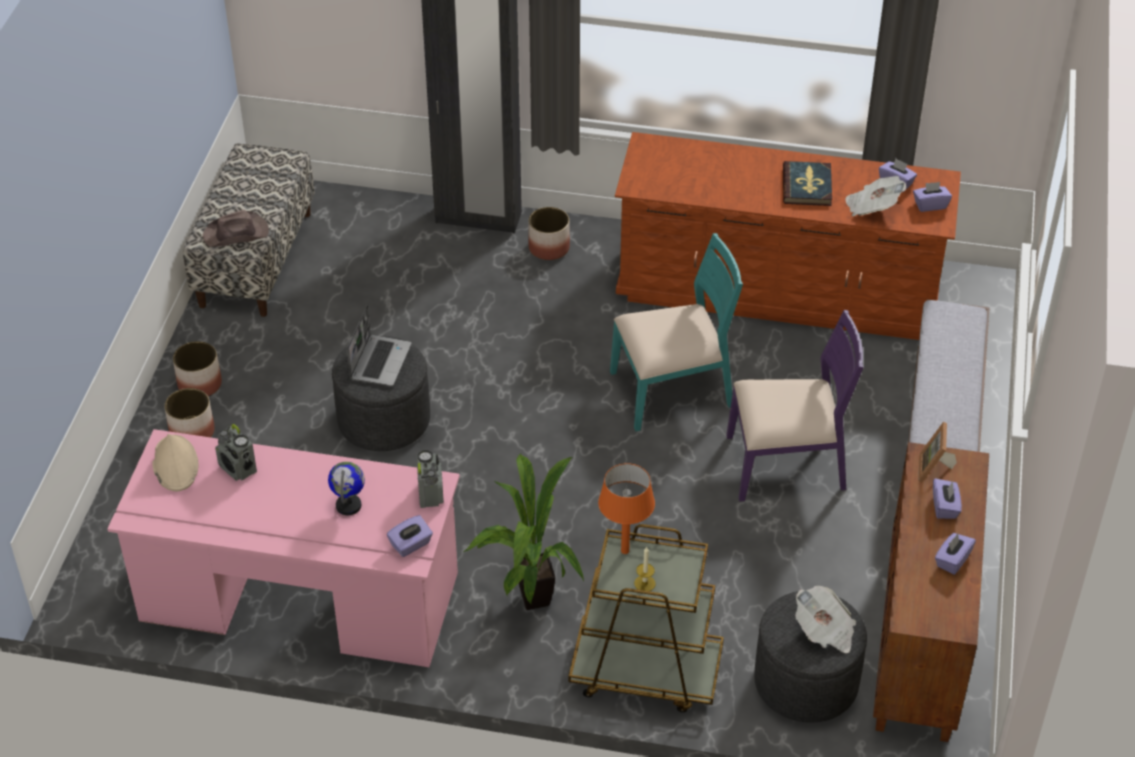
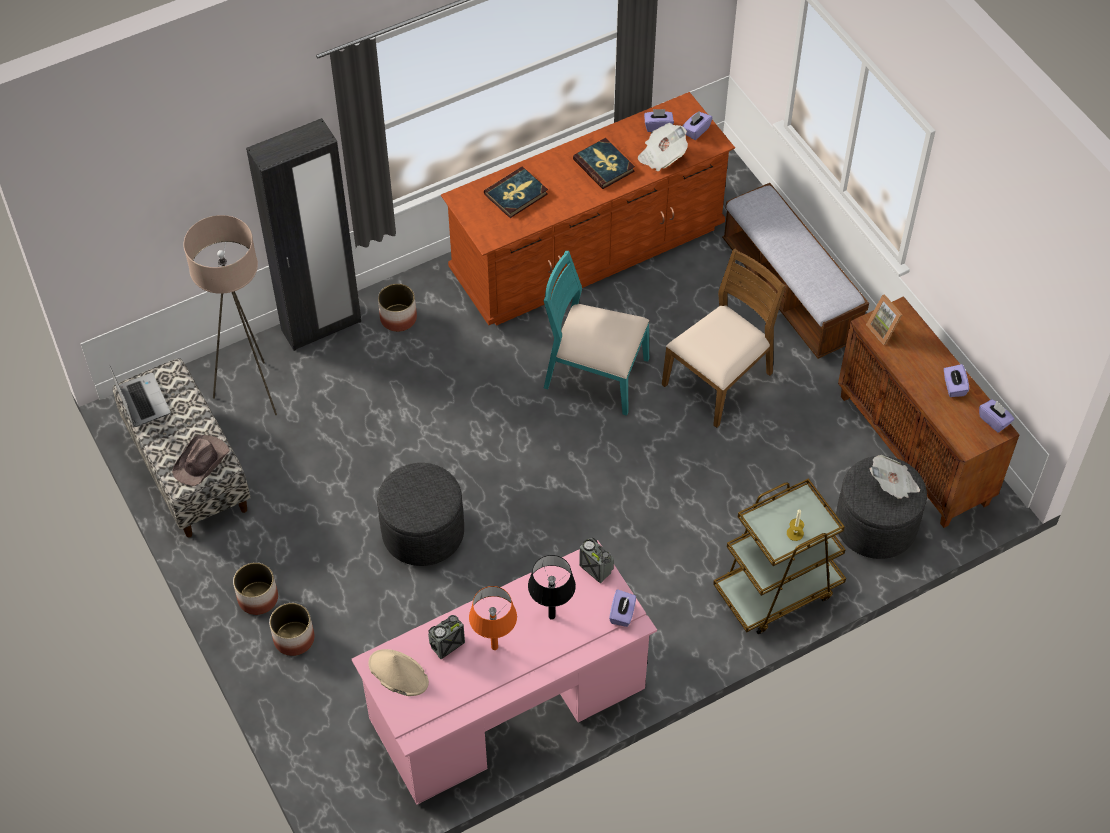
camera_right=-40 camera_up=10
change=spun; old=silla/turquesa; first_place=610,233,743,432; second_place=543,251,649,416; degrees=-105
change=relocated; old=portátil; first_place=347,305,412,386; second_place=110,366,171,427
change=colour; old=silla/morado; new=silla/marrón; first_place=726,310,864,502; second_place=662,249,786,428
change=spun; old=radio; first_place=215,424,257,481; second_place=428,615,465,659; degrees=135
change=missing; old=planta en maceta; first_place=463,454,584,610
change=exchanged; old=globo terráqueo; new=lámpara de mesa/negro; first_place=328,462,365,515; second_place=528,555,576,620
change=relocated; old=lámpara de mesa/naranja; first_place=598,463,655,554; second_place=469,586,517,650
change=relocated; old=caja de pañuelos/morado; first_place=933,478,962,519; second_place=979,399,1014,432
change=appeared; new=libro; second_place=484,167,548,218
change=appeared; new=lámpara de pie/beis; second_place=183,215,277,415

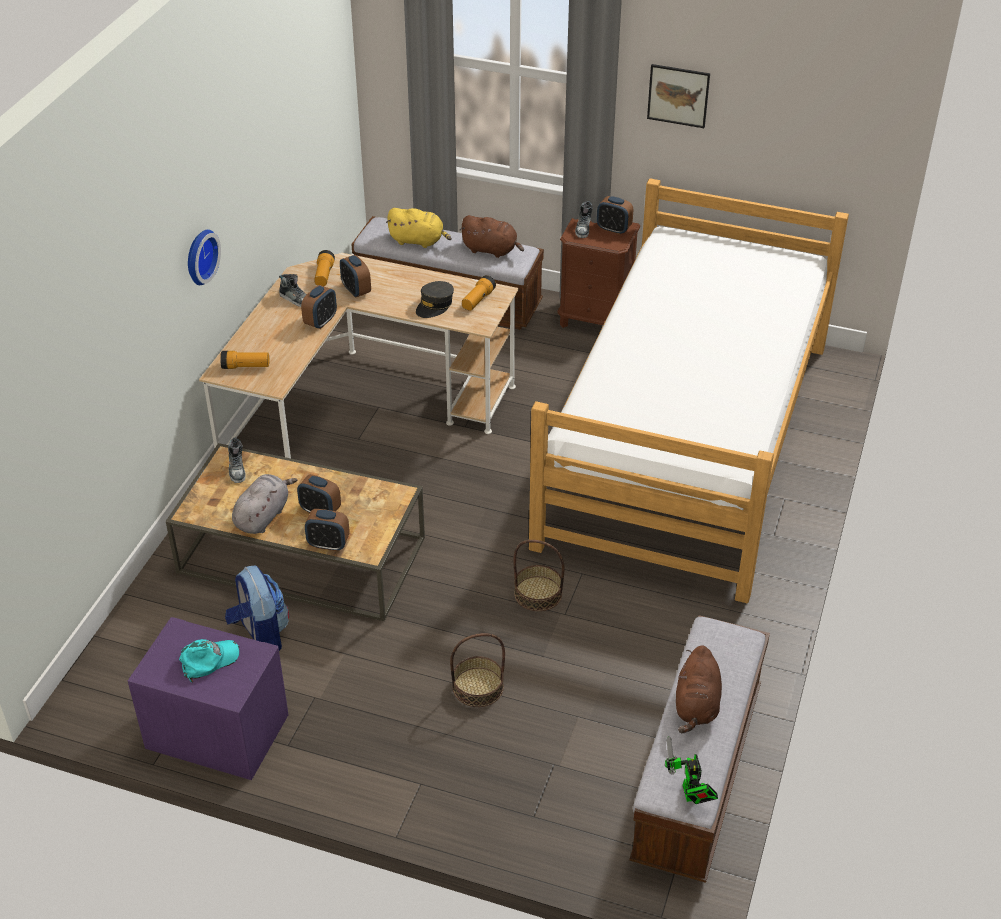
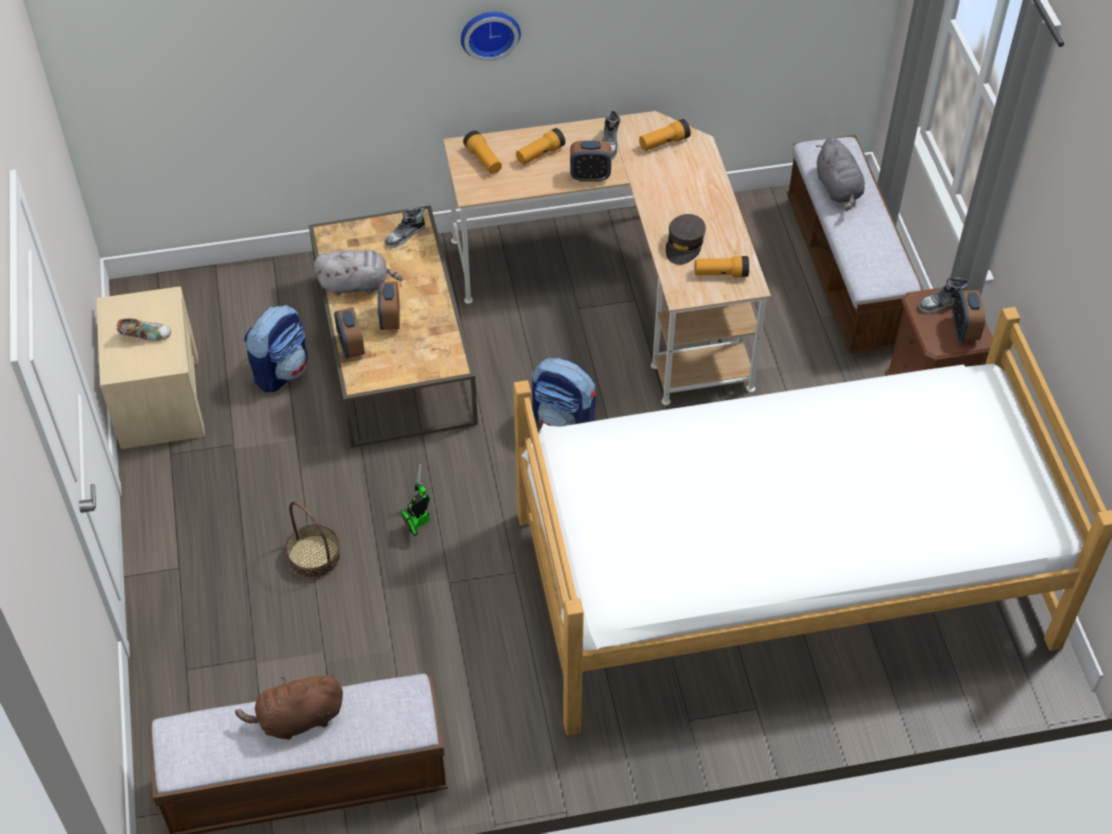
camera_right=60 camera_up=10
change=missing; old=cuadro; first_place=647,64,710,128
change=colour; old=peluche/amarillo; new=peluche/gris; first_place=386,208,452,248; second_place=816,137,865,211
change=missing; old=peluche/marrón; first_place=460,215,524,258
change=missing; old=despertador; first_place=340,255,371,298
change=spun; old=gorra/gris; first_place=416,281,454,318; second_place=666,214,706,265; degrees=-75
change=missing; old=cesta; first_place=513,540,565,611
change=colour; old=mesita de noche/morado; new=mesita de noche/beis; first_place=128,617,289,780; second_place=96,287,205,449
change=exchanged; old=gorra/turquesa; new=zapato; first_place=179,639,240,682; second_place=117,318,171,341
change=relocated; old=robot de juguete; first_place=665,736,718,804; second_place=400,464,430,536
change=appeared; new=linterna; second_place=516,128,565,165
change=appeared; new=mochila; second_place=532,358,597,427

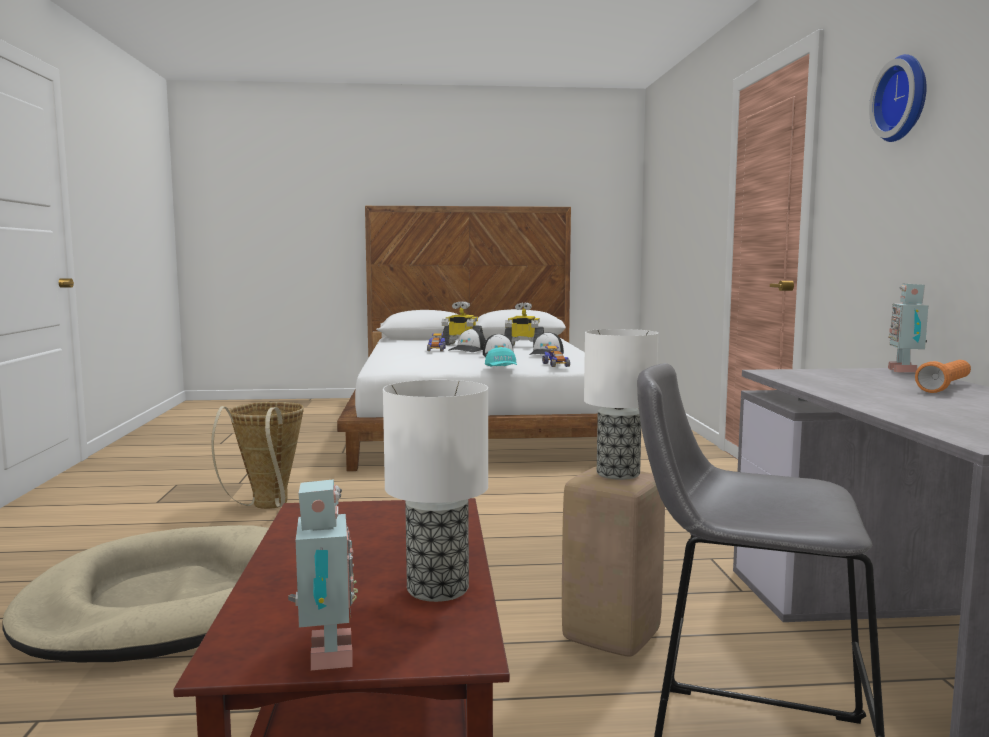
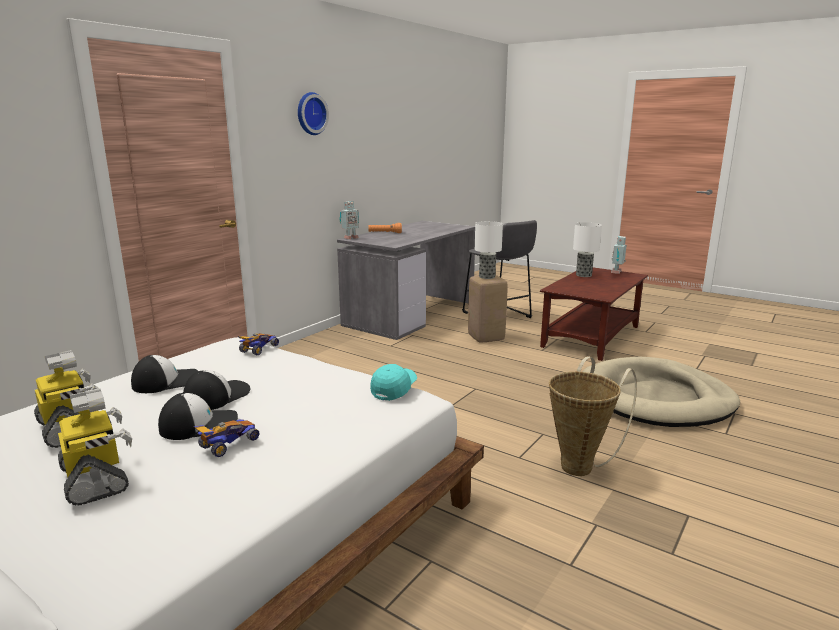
camera_right=-140 camera_up=10
change=relocated; old=gorra/turquesa; first_place=485,347,517,367; second_place=370,364,417,401

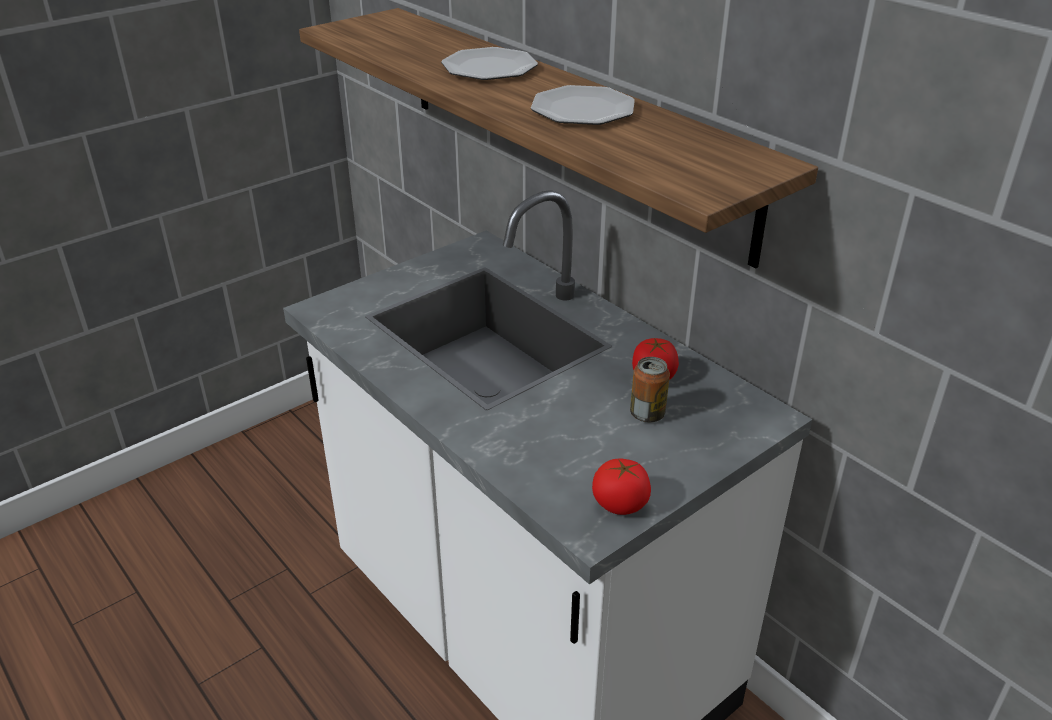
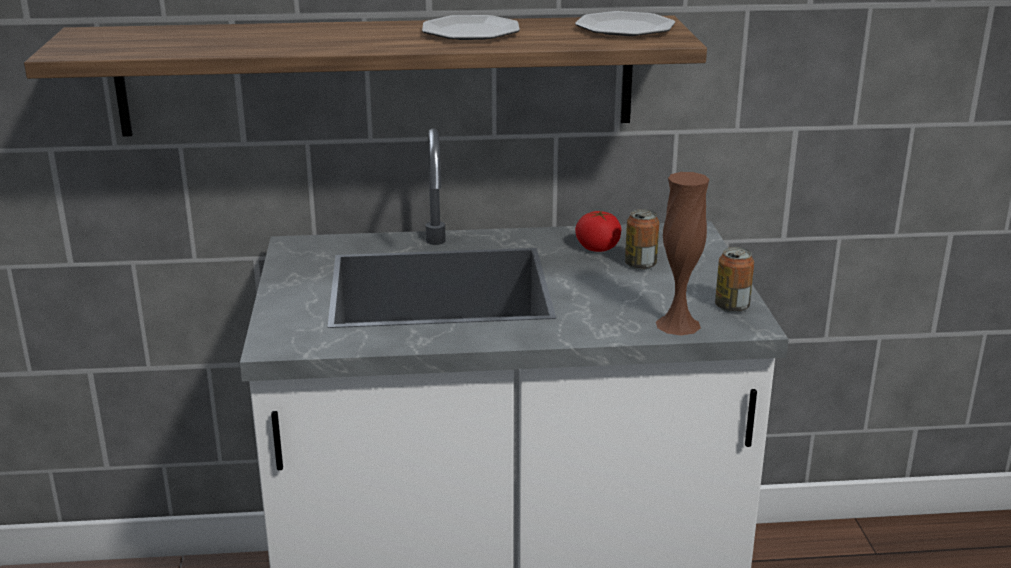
camera_right=-55 camera_up=-10
change=relocated; old=plato; first_place=441,47,538,80; second_place=575,11,675,36
change=exchanged; old=tomate; new=lata; first_place=592,459,651,515; second_place=715,247,754,313
change=appeared; new=florero/marrón; second_place=656,172,709,336

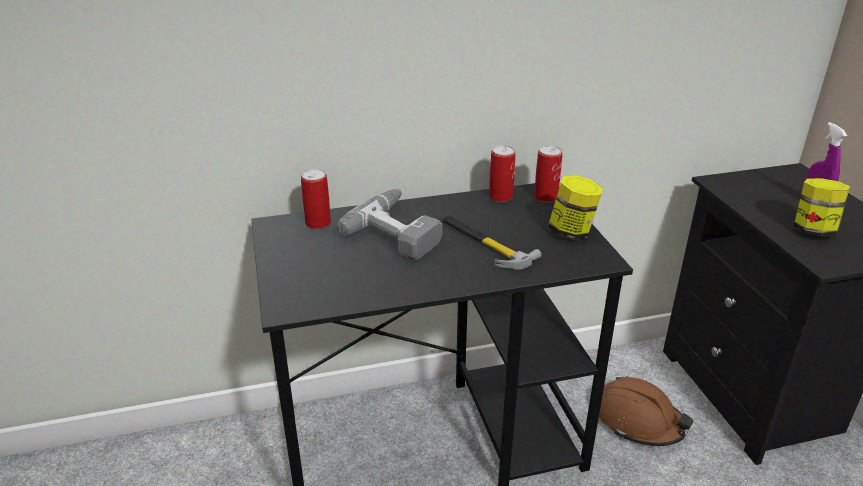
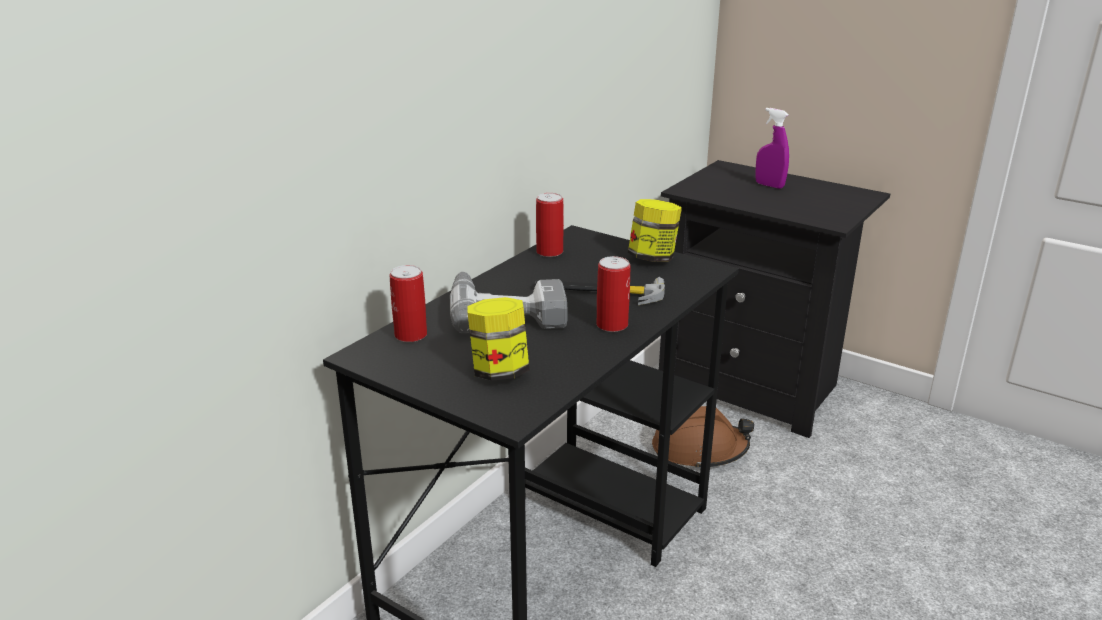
camera_right=-40 camera_up=-5
change=relocated; old=lata; first_place=534,146,562,202; second_place=596,256,630,332
change=relocated; old=tarro; first_place=793,178,850,236; second_place=468,297,530,381

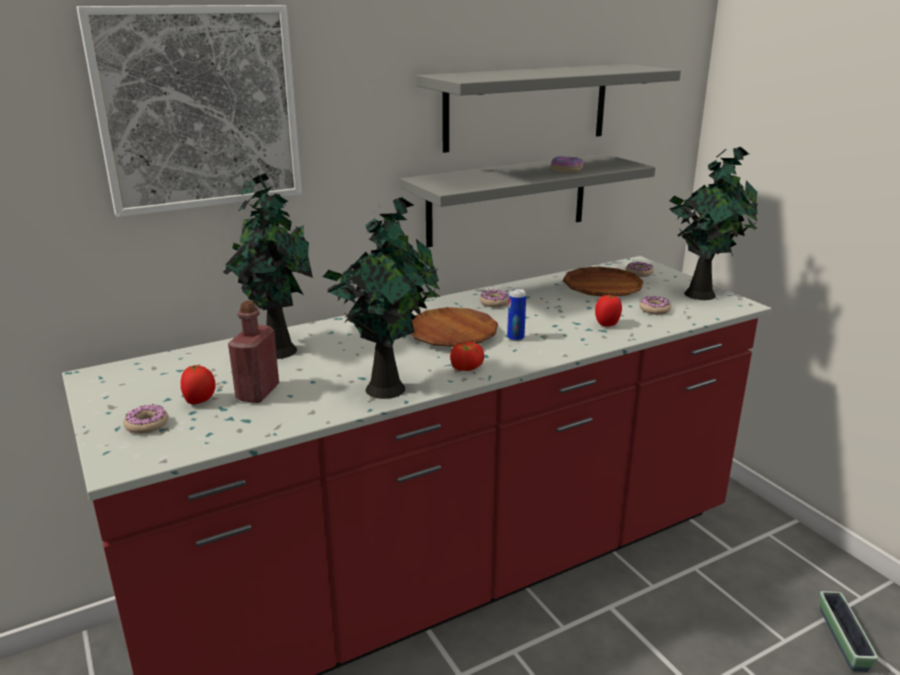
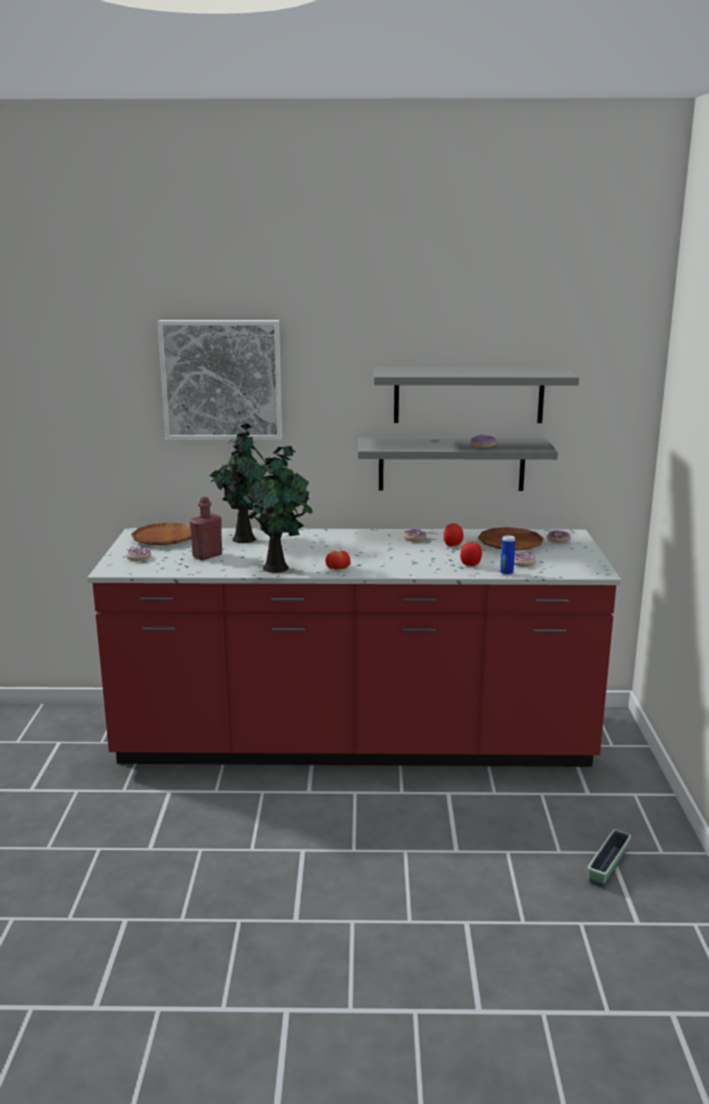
camera_right=30 camera_up=-5
change=missing; old=planta en maceta; first_place=669,147,758,300
change=relocated; old=lata; first_place=507,289,526,341; second_place=500,535,515,575
change=relocated; old=plato/marrón; first_place=411,307,498,347; second_place=131,523,191,545
change=relocated; old=tomate; first_place=181,364,216,405; second_place=444,523,464,546

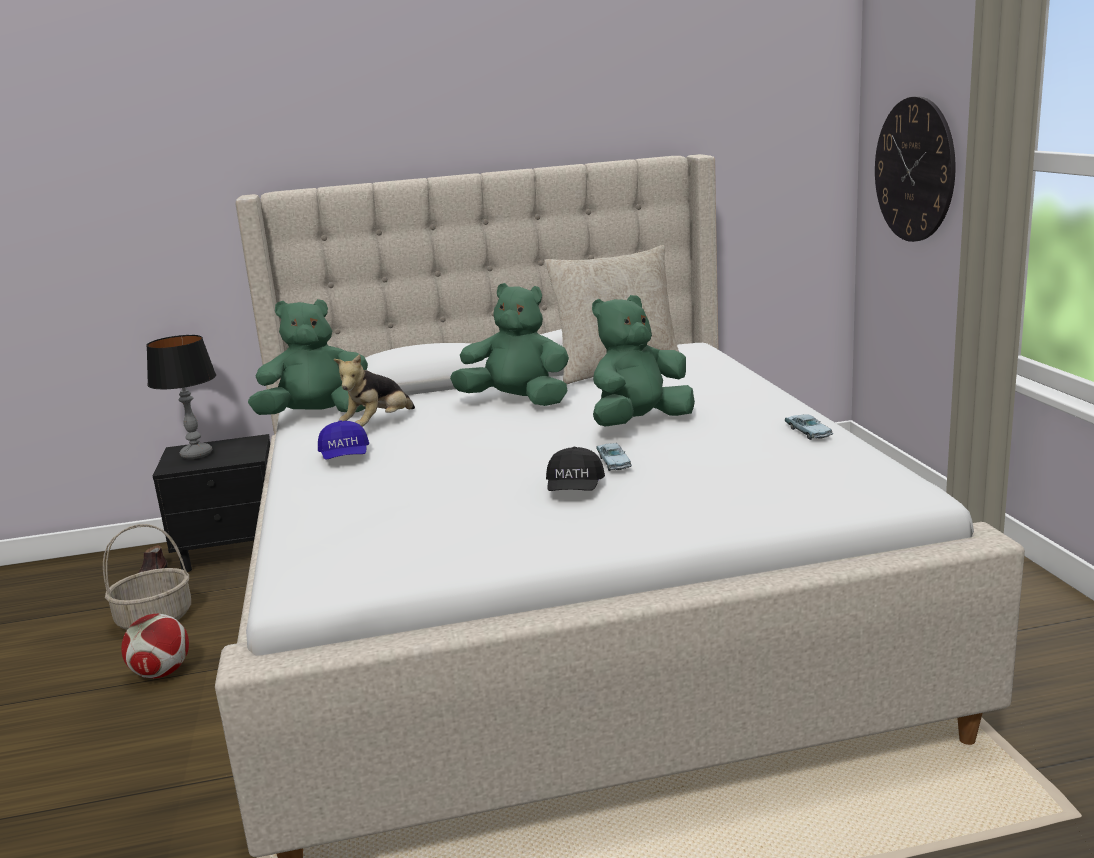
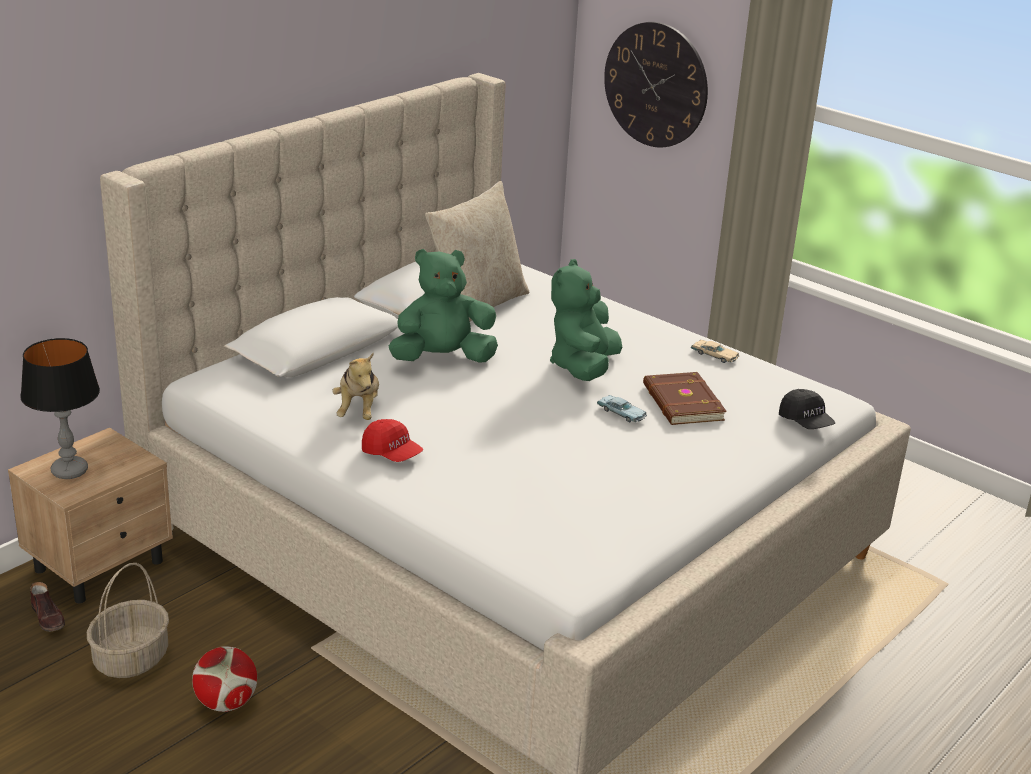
camera_right=-40 camera_up=10
change=missing; old=peluche/verde; first_place=248,299,368,415
change=colour; old=coche de juguete/azul; new=coche de juguete/beis; first_place=785,414,833,440; second_place=691,340,739,363
change=colour; old=gorra/azul; new=gorra/rojo; first_place=318,420,369,460; second_place=362,419,423,462
change=colour; old=mesita de noche/negro; new=mesita de noche/beis; first_place=153,434,270,572; second_place=8,428,173,604
change=relocated; old=gorra/negro; first_place=546,447,605,491; second_place=779,389,835,429
change=appeared; new=libro/marrón; second_place=643,372,726,425

